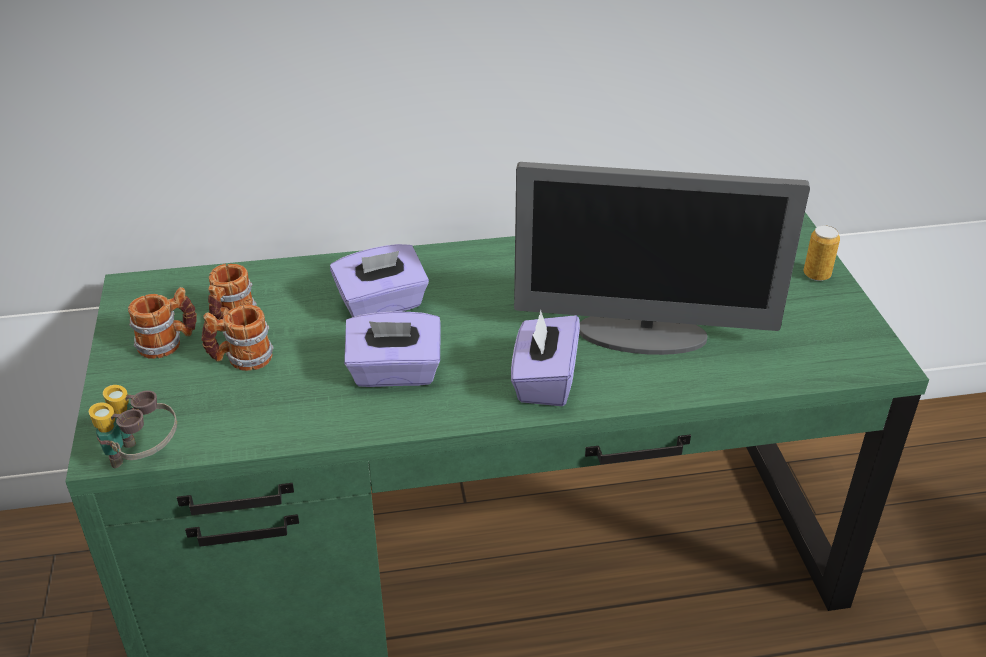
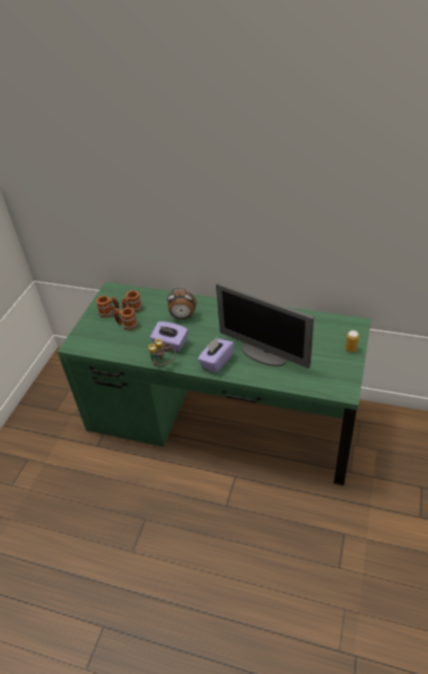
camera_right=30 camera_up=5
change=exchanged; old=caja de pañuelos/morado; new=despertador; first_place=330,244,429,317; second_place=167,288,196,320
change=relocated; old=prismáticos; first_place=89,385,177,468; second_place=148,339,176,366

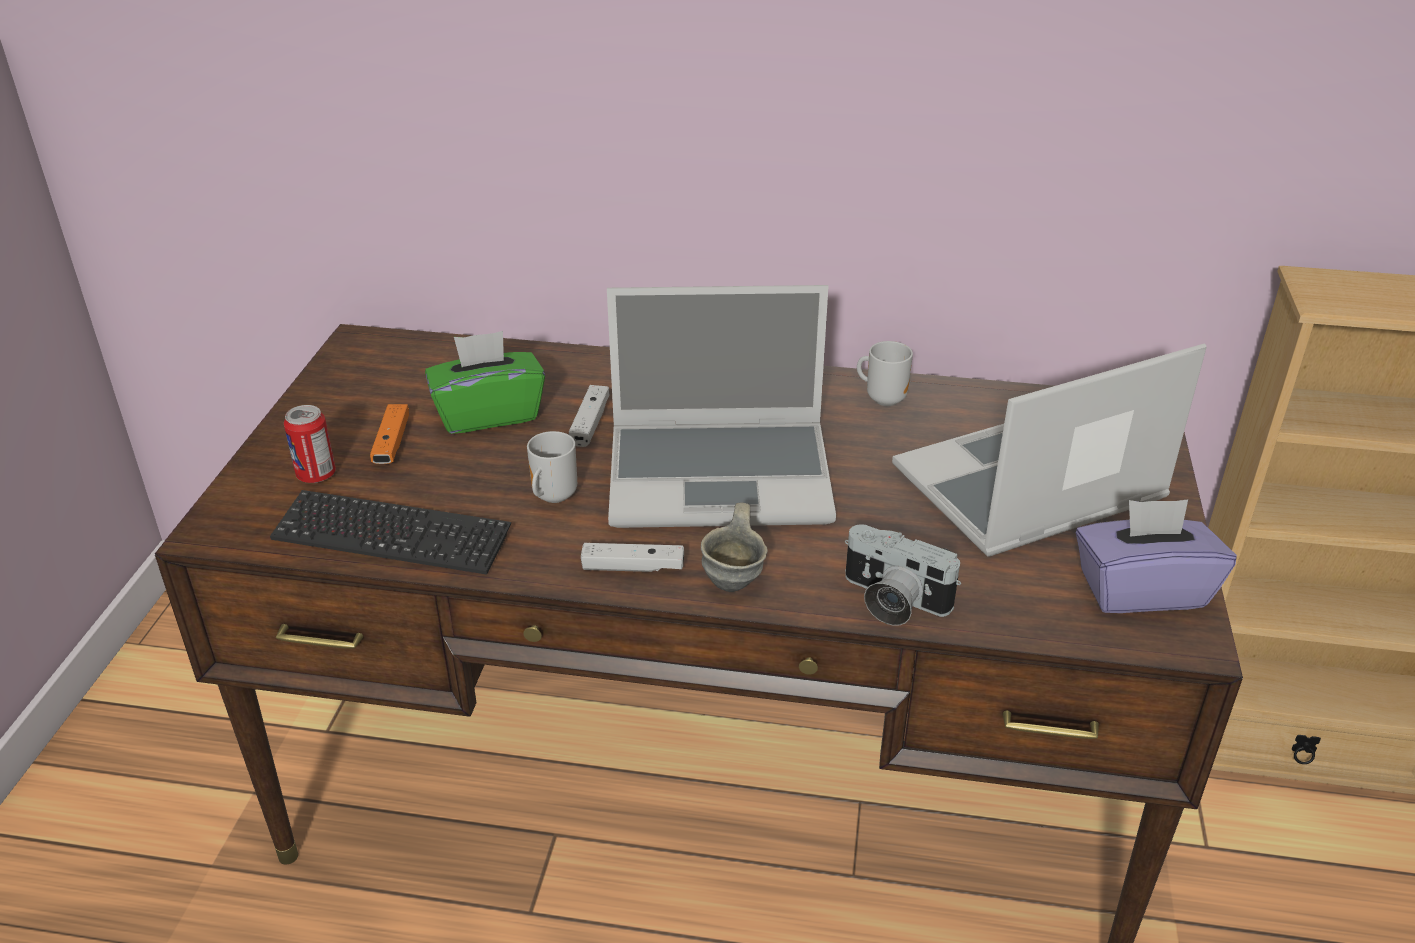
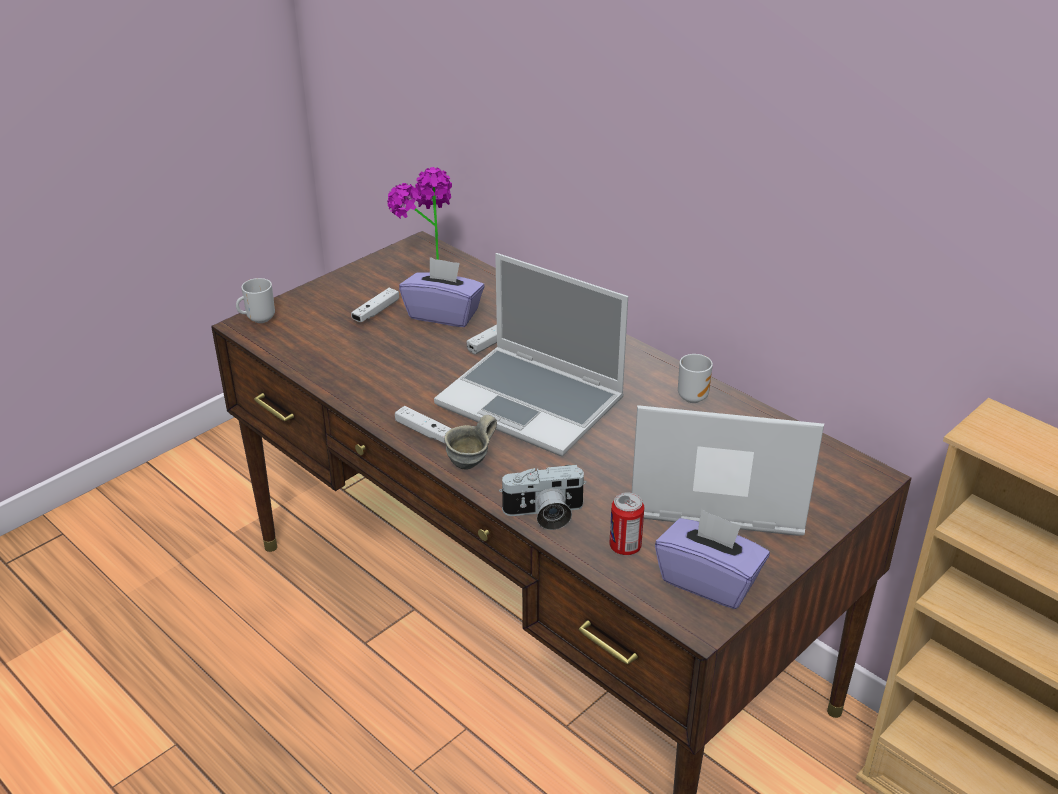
camera_right=35 camera_up=0
change=colour; old=caja de pañuelos/verde; new=caja de pañuelos/morado; first_place=425,331,545,434; second_place=399,257,485,327
change=colour; old=mando de consola/naranja; new=mando de consola/blanco; first_place=370,404,409,464; second_place=351,288,399,322
change=relocated; old=lata; first_place=284,405,336,483; second_place=609,492,644,555
change=relocated; old=taza grande; first_place=527,431,577,503; second_place=236,278,275,323
change=missing; old=teclado; first_place=270,490,511,575
change=spun; old=cámara; first_place=845,524,961,626; second_place=499,465,587,530; degrees=-75
change=appeared; new=planta en maceta; second_place=387,167,452,260

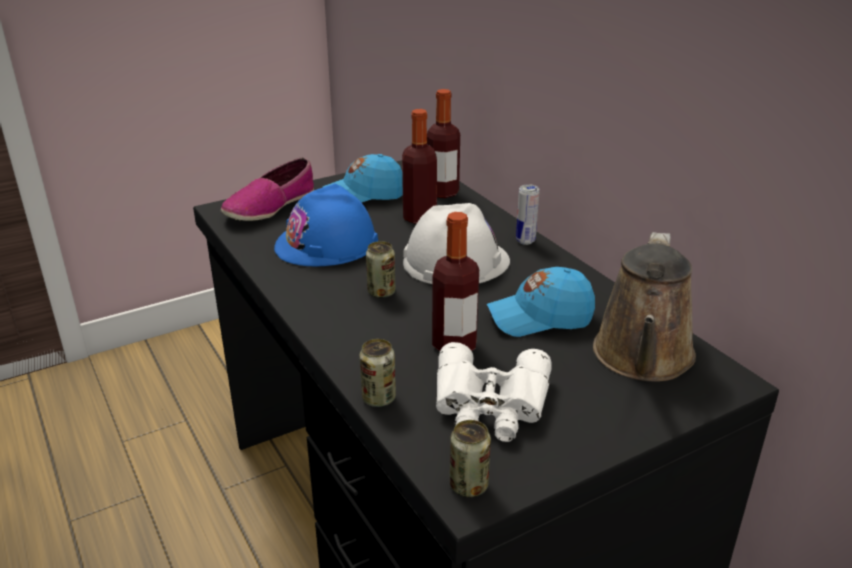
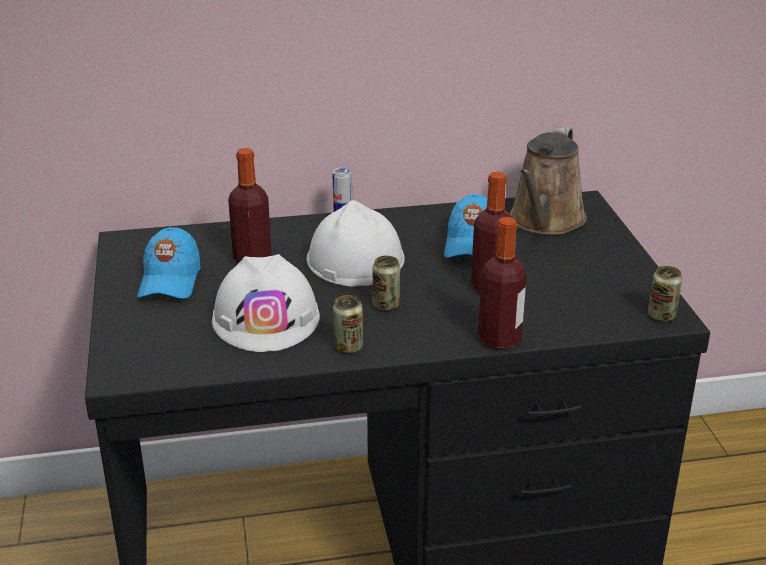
camera_right=-70 camera_up=0
change=relocated; old=botella; first_place=427,89,460,198; second_place=478,217,527,349
change=missing; old=zapato; first_place=221,158,314,221
change=colour; old=casco/azul; new=casco/blanco; first_place=274,184,378,266; second_place=212,254,320,352
change=spun; old=regadera/marrón; first_place=593,232,696,382; second_place=510,127,587,235; degrees=75
change=relocated; old=lata; first_place=360,339,396,407; second_place=333,295,363,353
change=missing; old=prismáticos/blanco; first_place=436,342,552,442

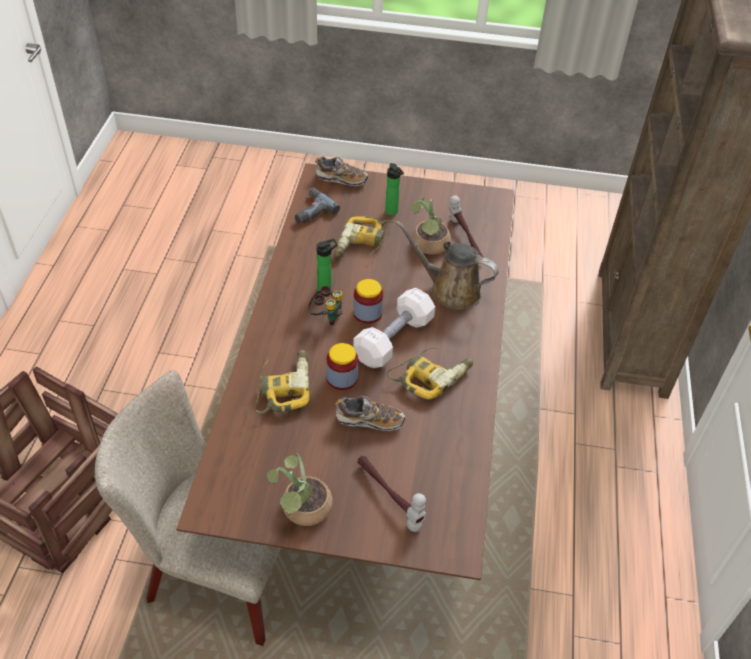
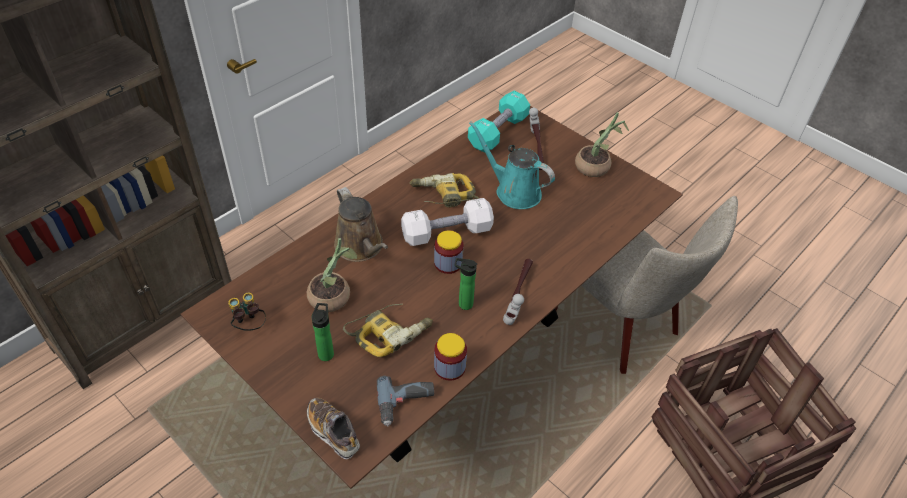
camera_right=-145 camera_up=0
change=relocated; old=martillo; first_place=449,196,483,257; second_place=503,259,533,325
change=relocated; old=prismáticos; first_place=308,286,342,325; second_place=228,292,266,331
change=relocated; old=tarro; first_place=327,343,358,390; second_place=434,333,467,381
change=missing; old=taladro; first_place=255,350,310,414
change=exchanged; old=zapato; new=regadera/turquesa; first_place=335,396,405,431; second_place=469,121,555,209
change=appeared; new=mancuerna/turquesa; second_place=468,91,530,153

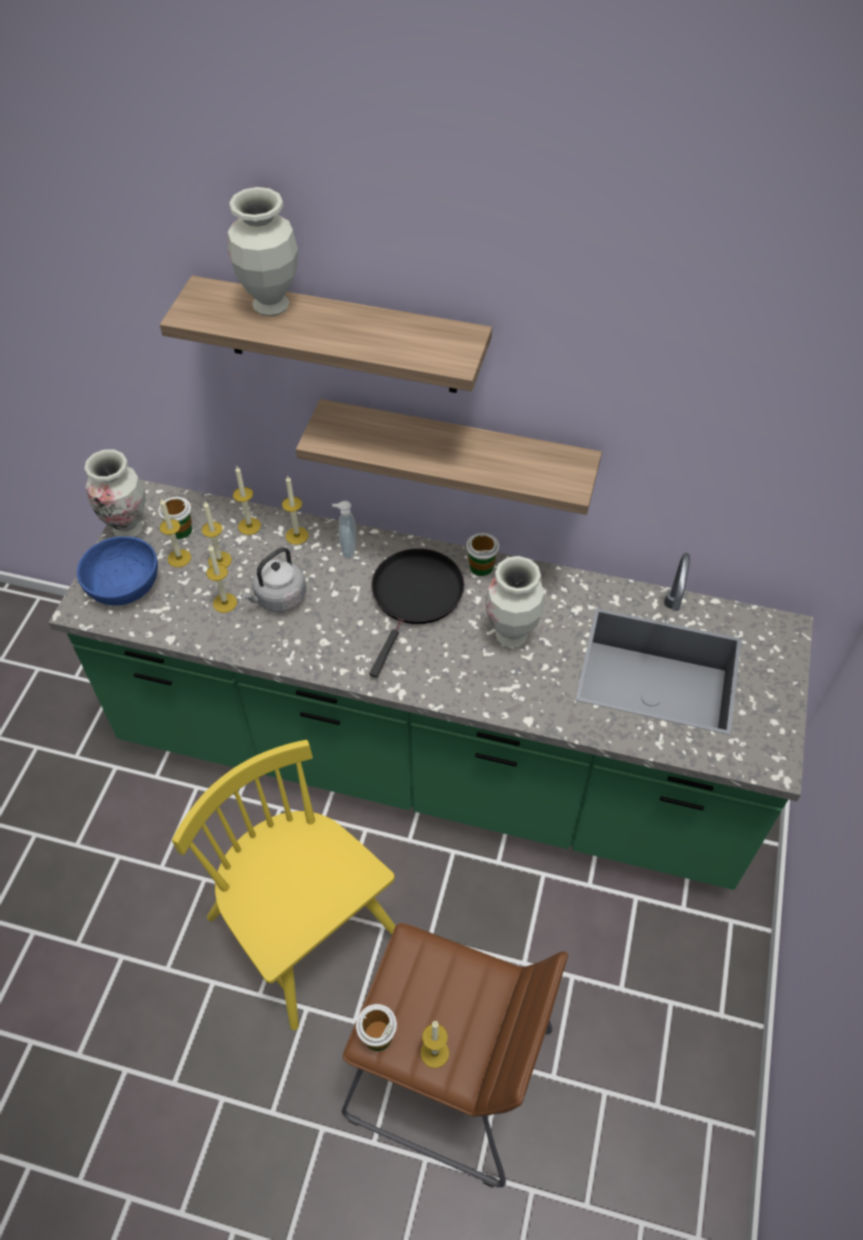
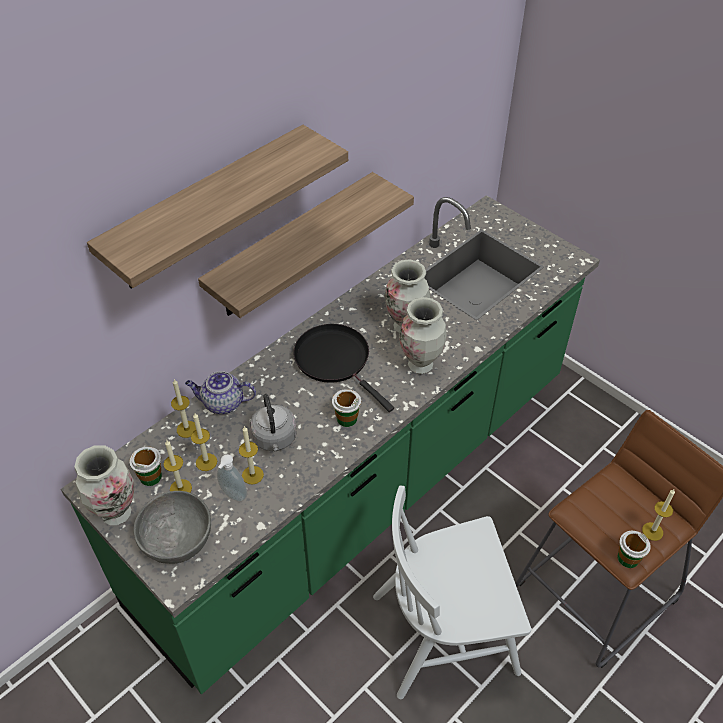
camera_right=-60 camera_up=-5
change=relocated; old=florero; first_place=228,187,298,316; second_place=399,297,447,374
change=exchanged; old=vela; new=tetera; first_place=282,475,309,545; second_place=185,371,256,414
change=relocated; old=dispensador de jabón; first_place=332,501,356,559; second_place=217,454,247,502
change=relocated; old=taza; first_place=466,533,499,576; second_place=332,389,361,427
change=colour; old=cuenco/azul; new=cuenco/gris; first_place=77,536,158,606; second_place=133,491,211,564
change=colour; old=silla/amarillo; new=silla/blanco; first_place=172,740,396,1030; second_place=373,486,531,699

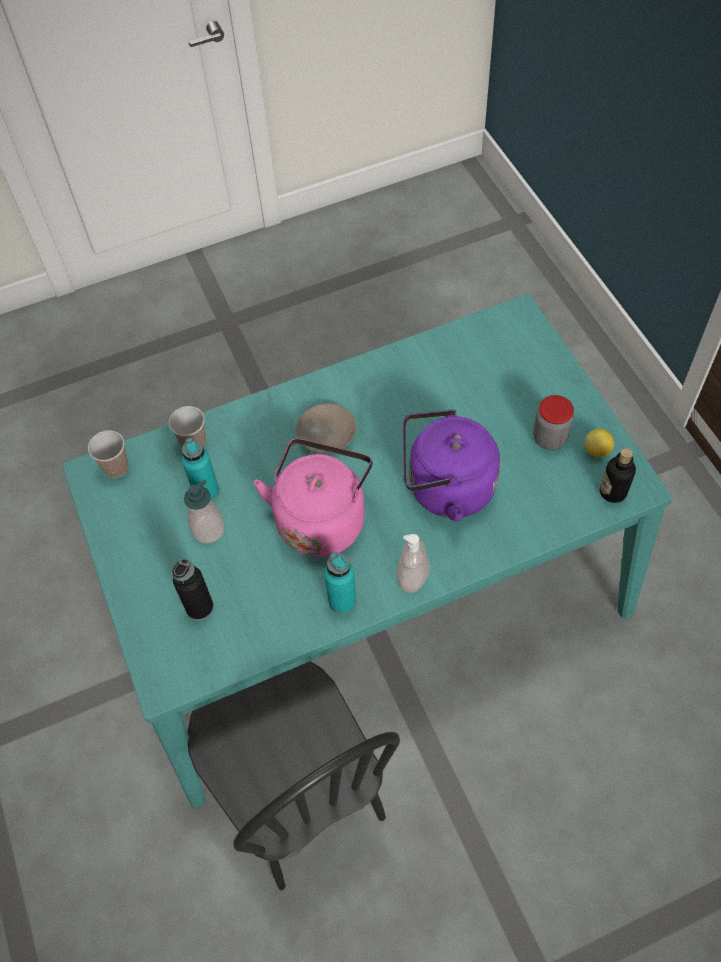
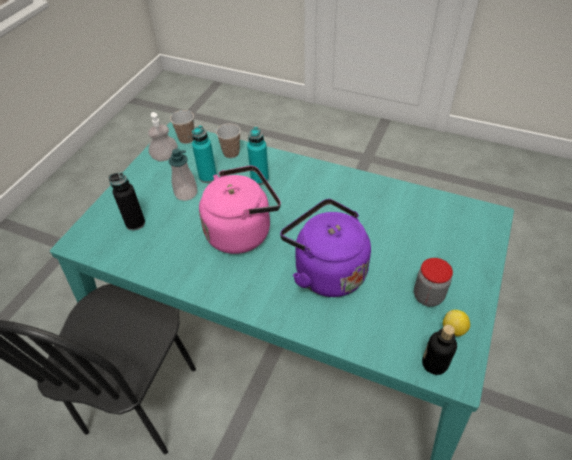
camera_right=45 camera_up=-10
change=missing; old=plato/beis; first_place=296,403,356,454
change=relocated; old=dispensador de jabón; first_place=396,534,430,593; second_place=148,112,178,161
change=relocated; old=botella/turquesa; first_place=324,552,357,614; second_place=247,127,269,185

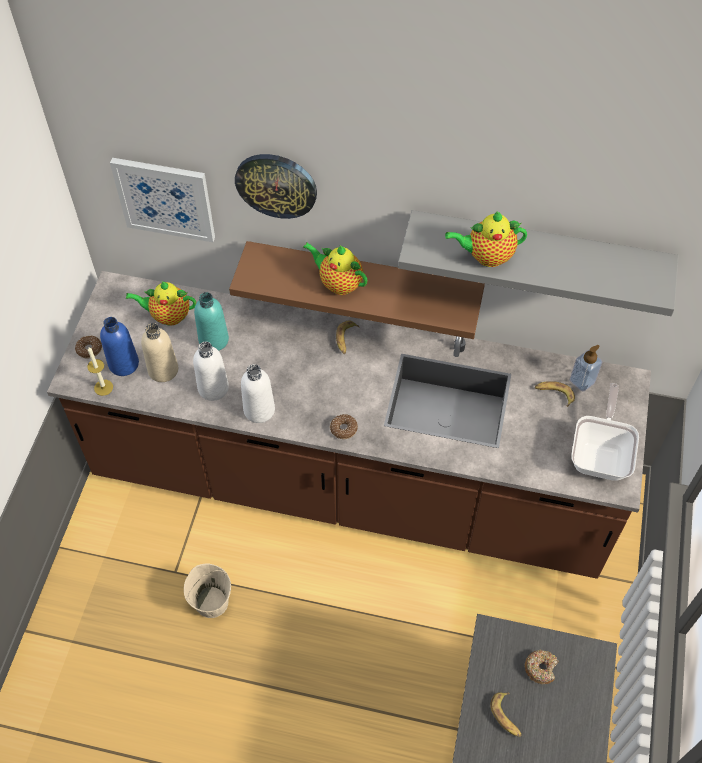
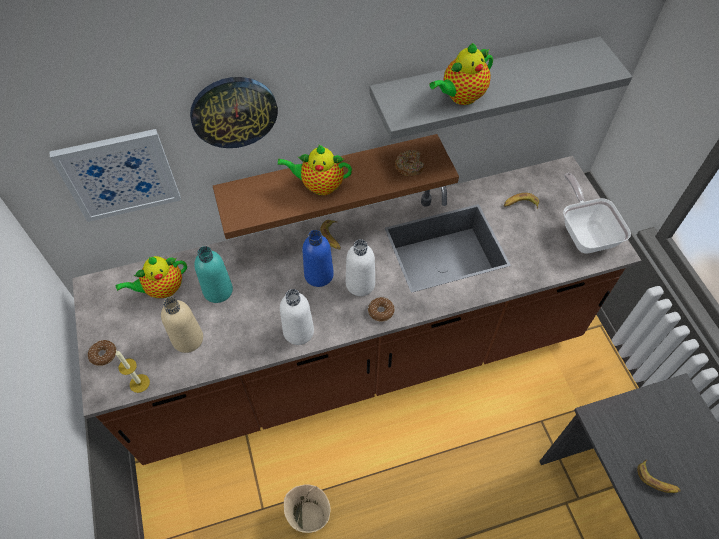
camera_right=-30 camera_up=0
change=relocated; old=botella/azul; first_place=100,317,139,376; second_place=302,230,334,287
change=relocated; old=botella/blanco; first_place=193,342,229,401; second_place=346,239,375,296
change=missing; old=dispensador de jabón; first_place=570,345,602,392
change=relocated; old=rosquilla; first_place=525,649,559,684; second_place=395,150,424,176

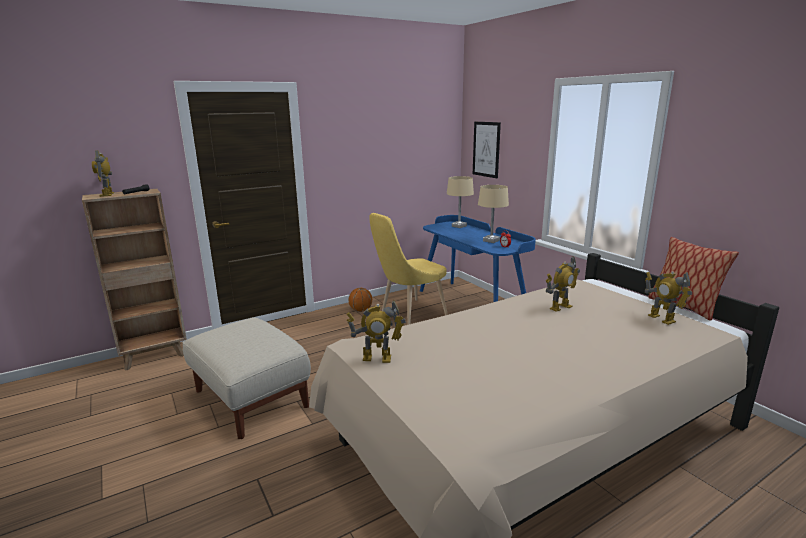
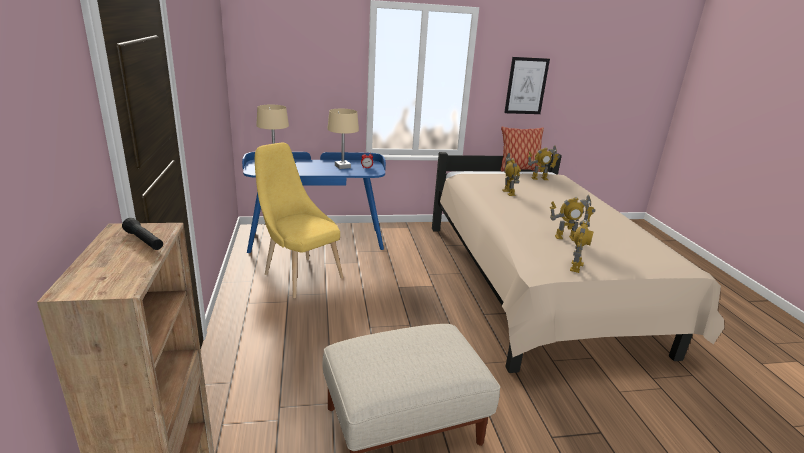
camera_right=-70 camera_up=5
change=relocated; old=cuadro; first_place=473,122,501,178; second_place=504,57,550,114
change=relocated; old=robot de juguete; first_place=92,150,114,197; second_place=550,194,595,241
change=spun; old=silla/amarillo; first_place=369,213,448,325; second_place=255,143,343,298; degrees=150
change=missing; old=balón de baloncesto; first_place=349,288,372,312

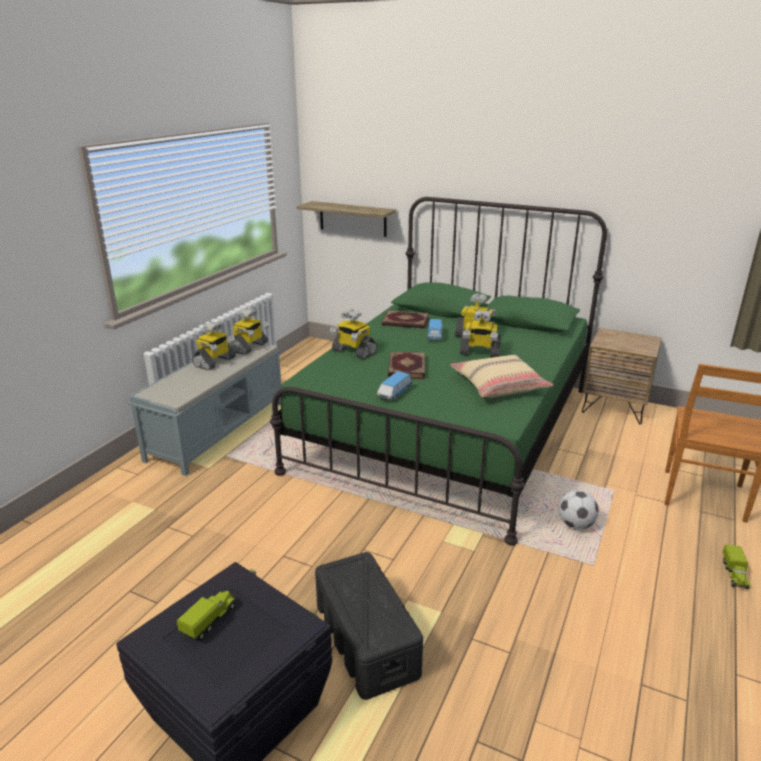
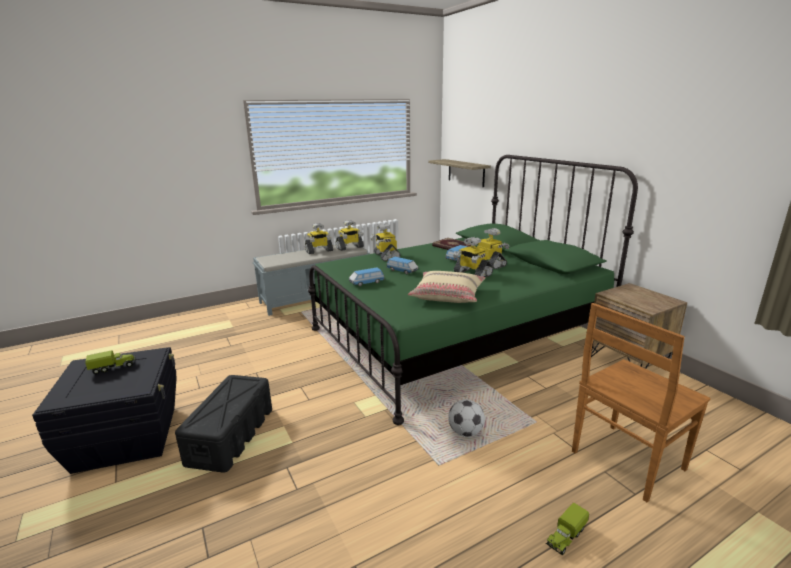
camera_right=35 camera_up=-5
change=exchanged; old=libro; new=coche de juguete; first_place=388,352,425,379; second_place=387,257,419,274

